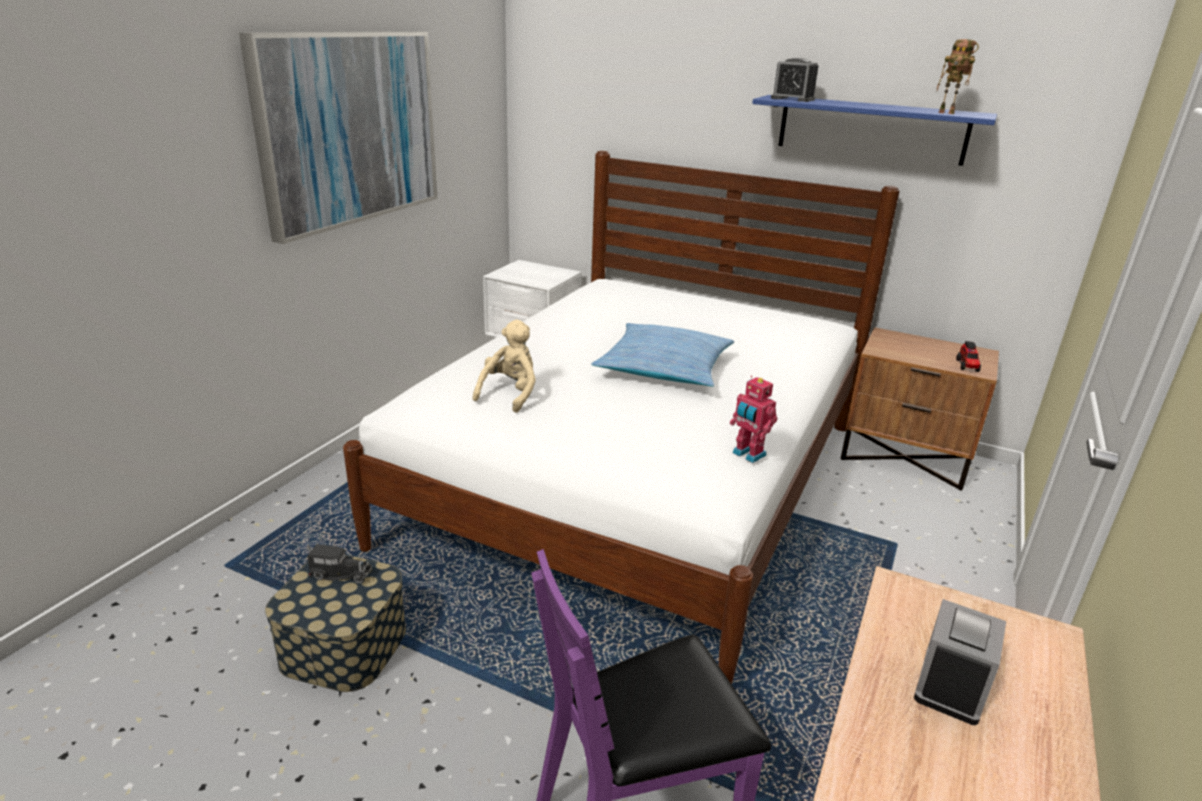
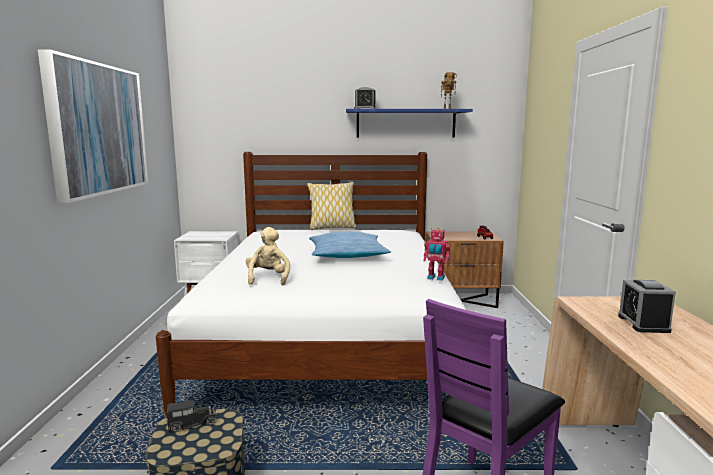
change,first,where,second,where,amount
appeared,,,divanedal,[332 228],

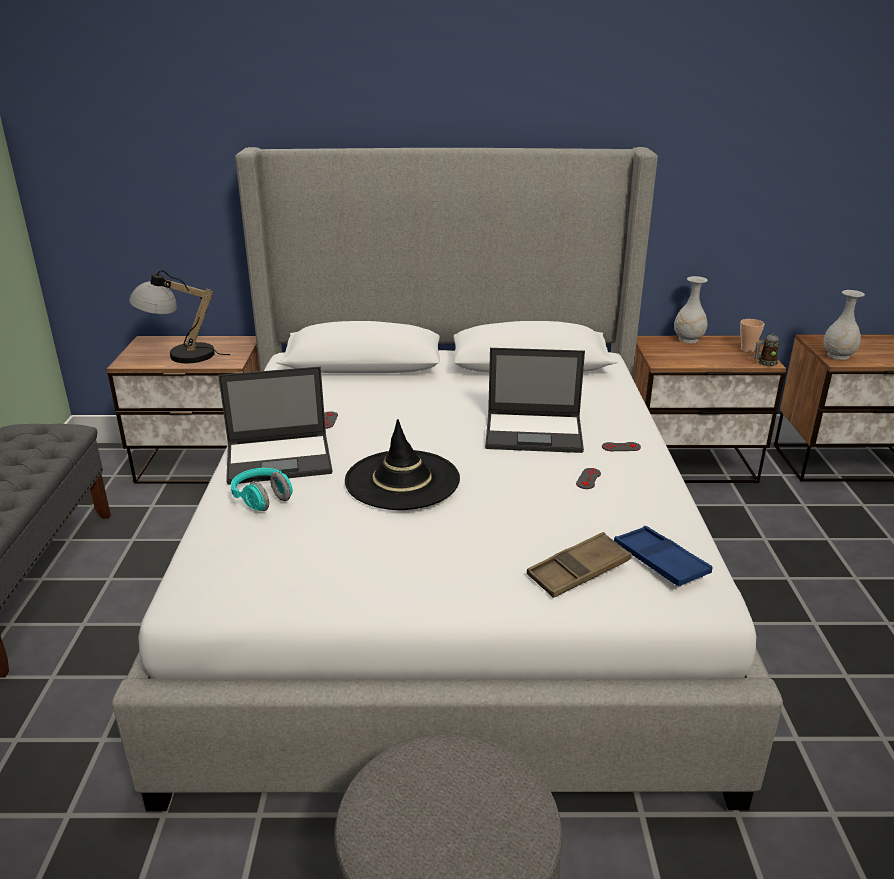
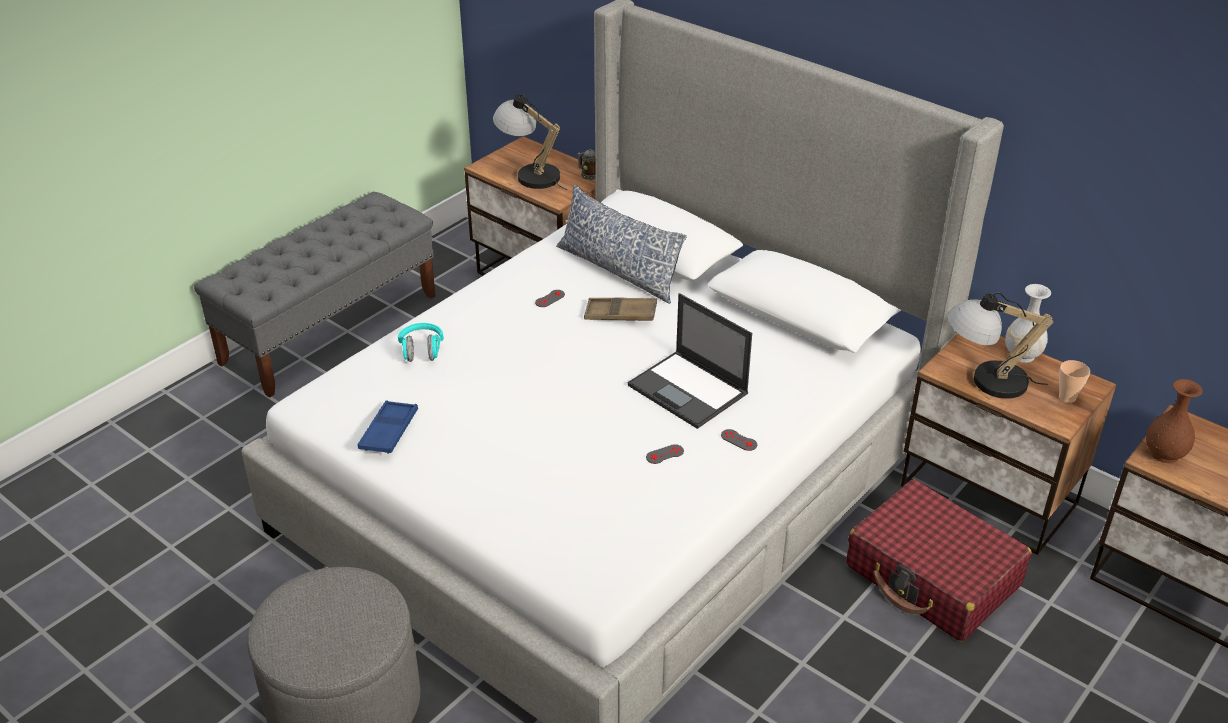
change,first,where,second,where,amount
colour,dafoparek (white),[838 356],dafoparek (brown),[1164 454],
relocated,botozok,[765 363],,[588 175],
missing,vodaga,[280 459],,,
missing,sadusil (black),[402 480],,,
relocated,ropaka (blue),[660 561],,[389 431],
relocated,ropaka (brown),[578 571],,[620 314],
appeared,,,divanedal,[618 270],
appeared,,,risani,[984 381],
appeared,,,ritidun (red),[933 576],

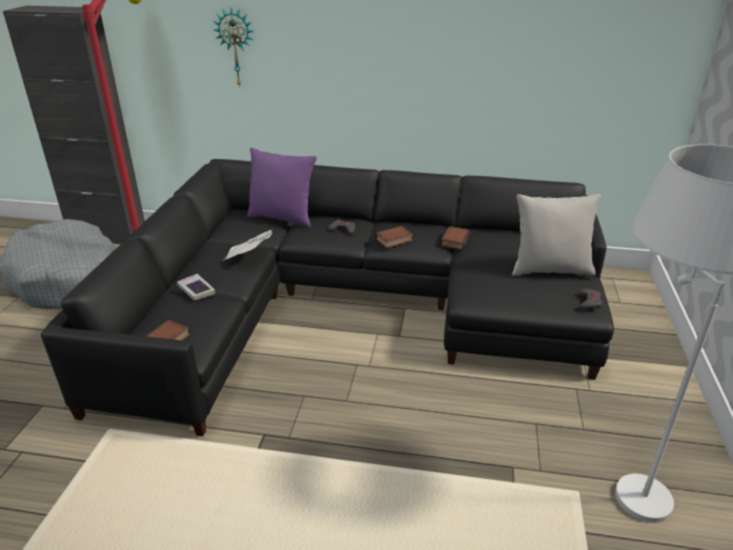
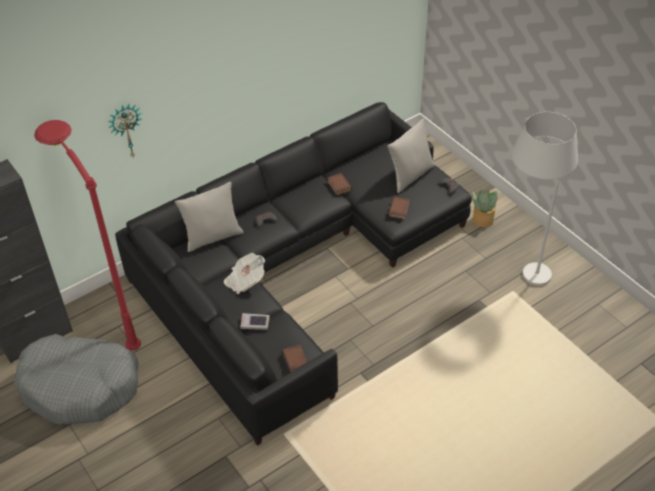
change,first,where,second,where,amount
colour,divanedal (purple),[282 218],divanedal (grey),[212 237],
relocated,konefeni,[394 240],,[399 210],
appeared,,,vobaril,[482 220],

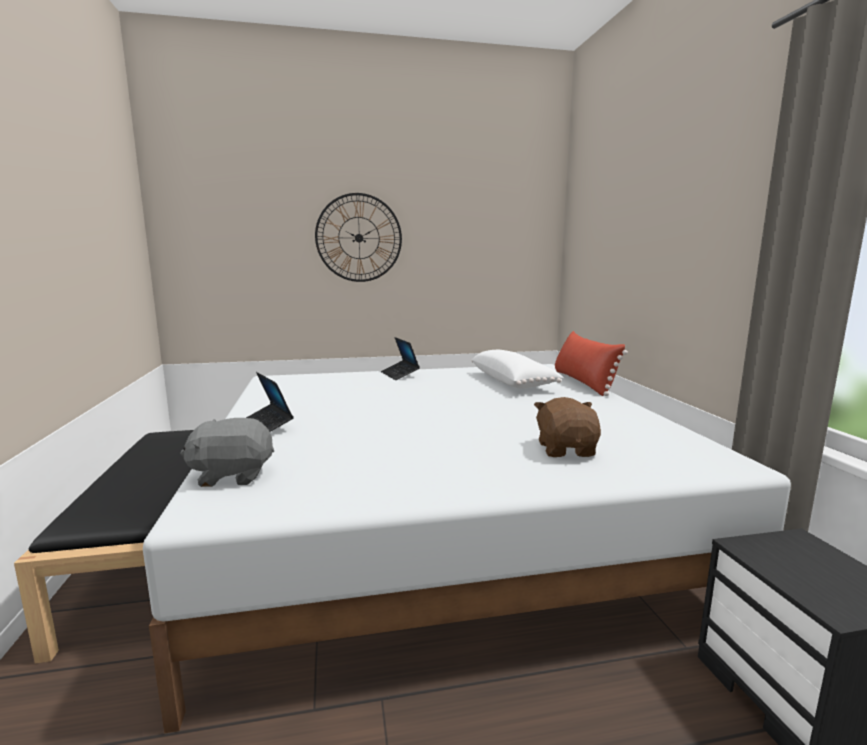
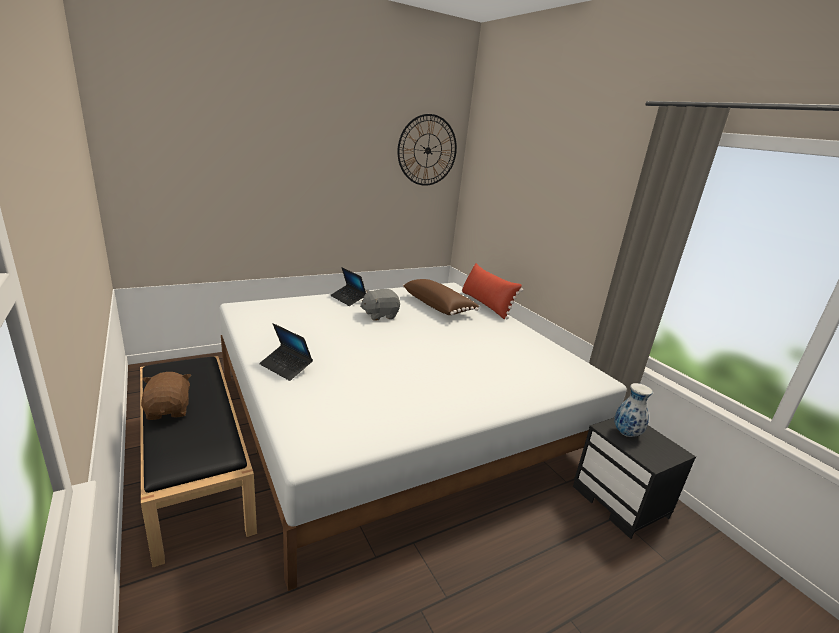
change,first,where,second,where,amount
relocated,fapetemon,[359 238],,[427 150],
colour,divanedal (white),[513 382],divanedal (brown),[438 306],
relocated,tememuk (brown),[566 450],,[169 410],
relocated,tememuk (grey),[232 475],,[379 315],
appeared,,,dafoparek,[627 433],

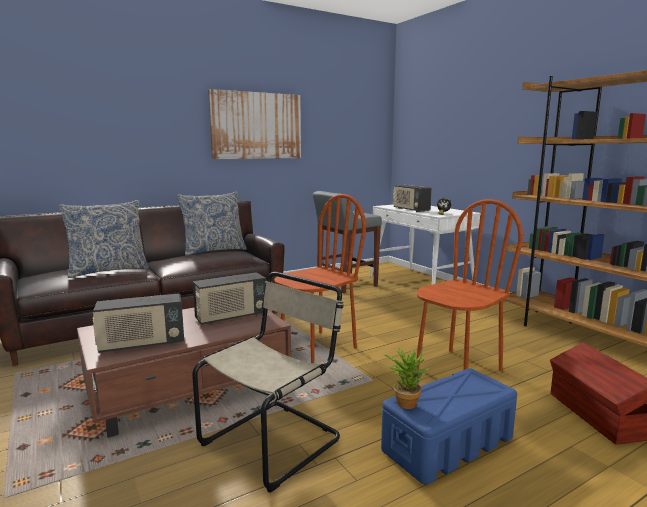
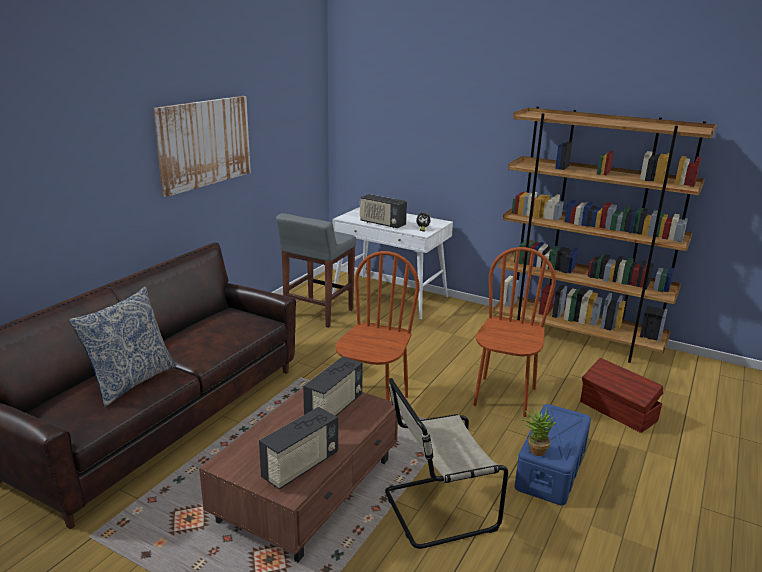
change,first,where,second,where,amount
missing,divanedal,[213 251],,,
spun,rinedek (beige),[275 440],,[435 510],120 degrees counterclockwise

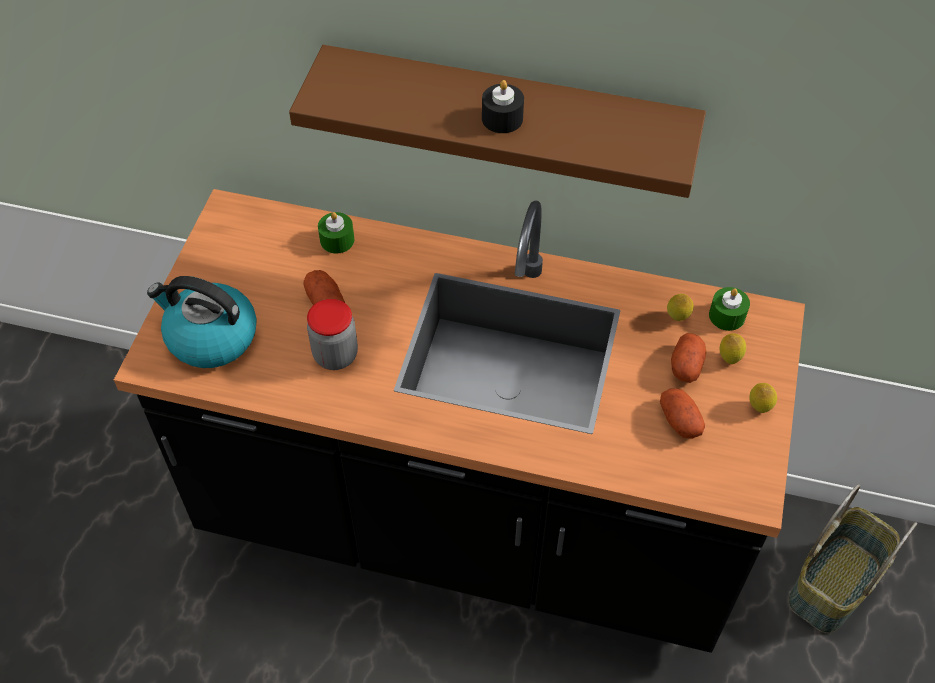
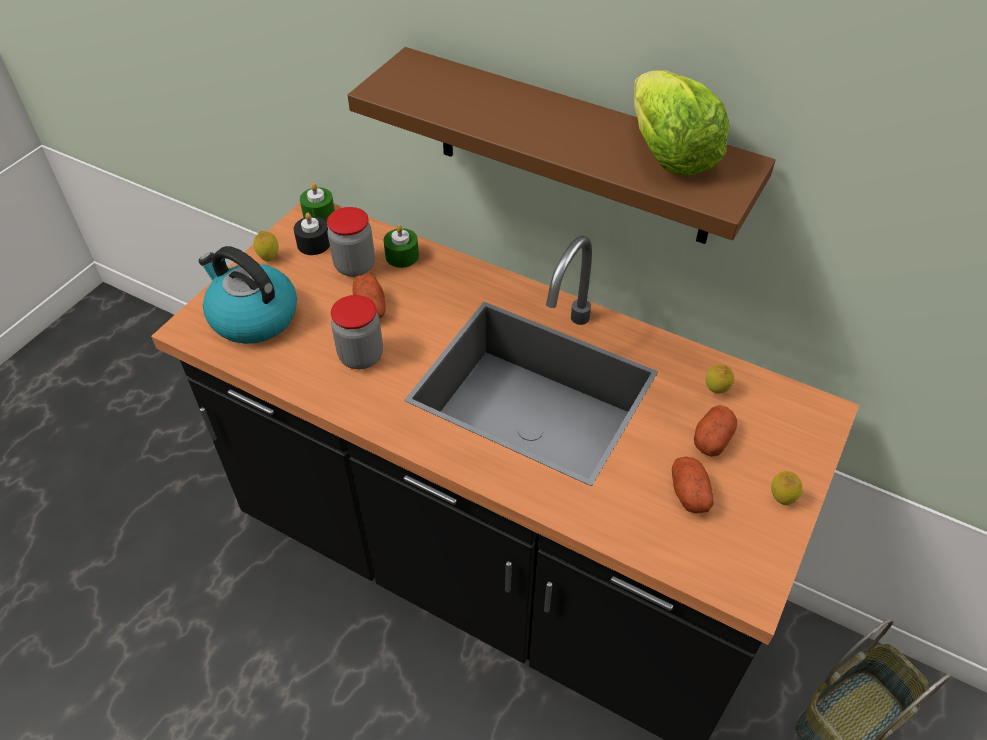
change,first,where,second,where,amount
relocated,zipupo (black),[502 118],,[313 244],
relocated,zipupo (green),[727 316],,[319 214],
relocated,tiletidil,[729 359],,[269 258],
appeared,,,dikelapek,[668 154],
appeared,,,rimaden,[355 266],

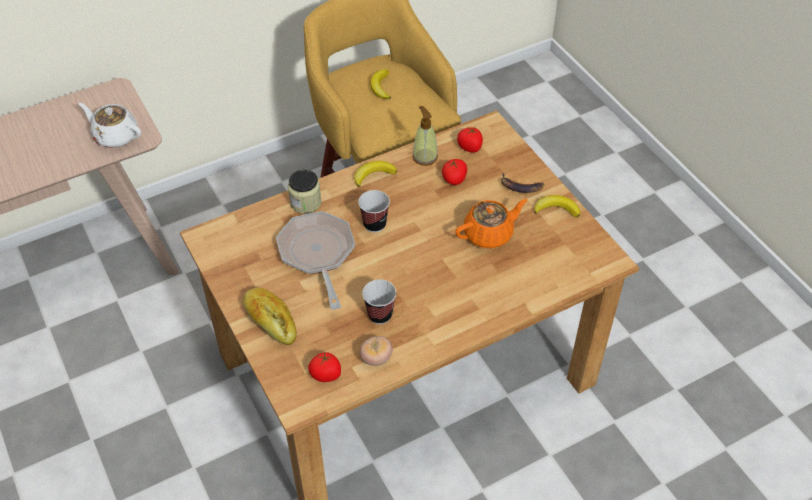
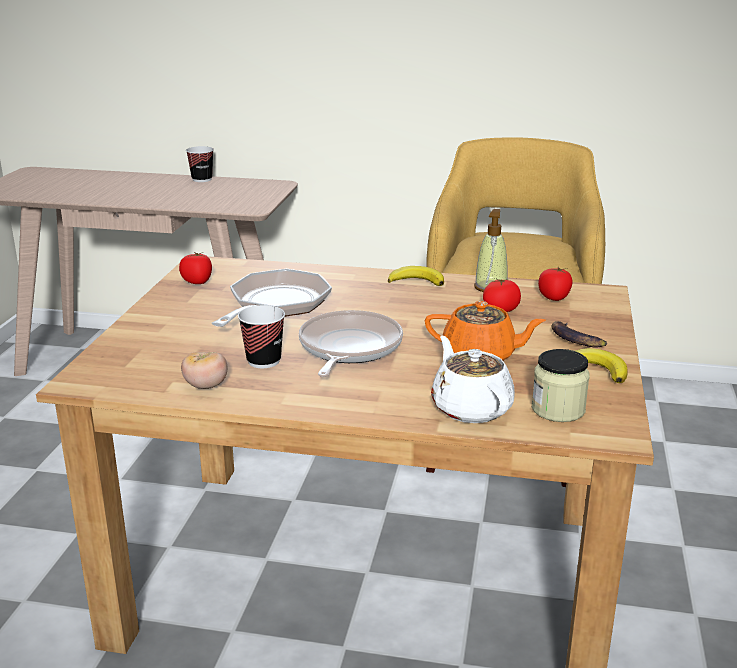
change,first,where,second,where,amount
missing,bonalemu,[381 87],,,
relocated,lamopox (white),[115 136],,[470 408],
relocated,rimaden,[305 202],,[558 409],
relocated,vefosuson,[374 224],,[202 179],
missing,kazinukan,[270 321],,,
relocated,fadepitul,[326 374],,[197 281],
appeared,,,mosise,[348 348],

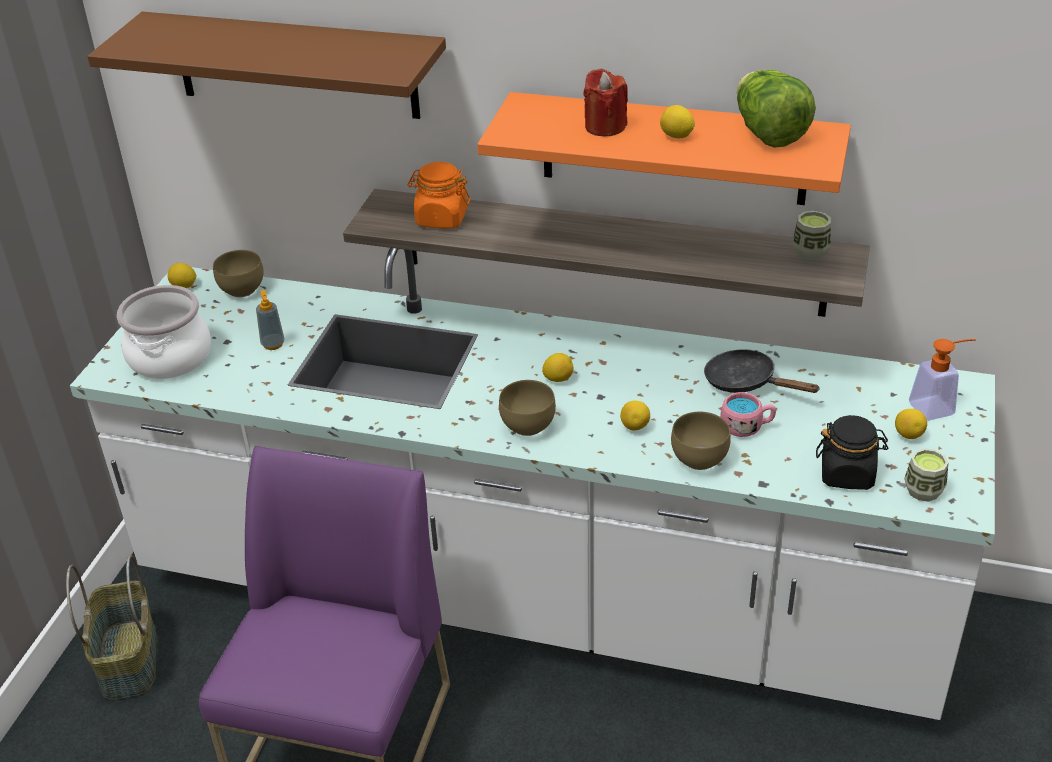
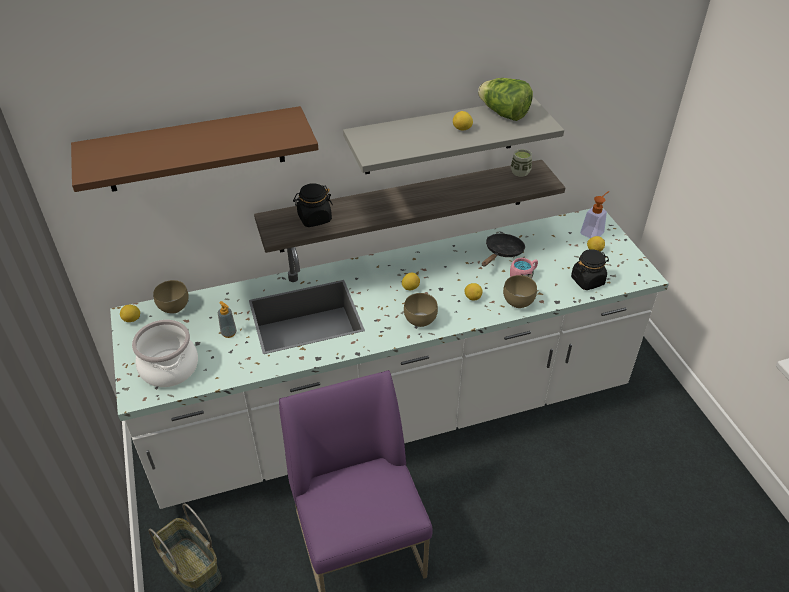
change,first,where,second,where,amount
missing,zipupo (red),[605 127],,,
colour,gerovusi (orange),[673 149],gerovusi (grey),[440 136],
colour,rimaden (orange),[441 218],rimaden (black),[314 218],
spun,mosise (black),[746 383],,[502 253],120 degrees clockwise
missing,vefosuson,[923 490],,,

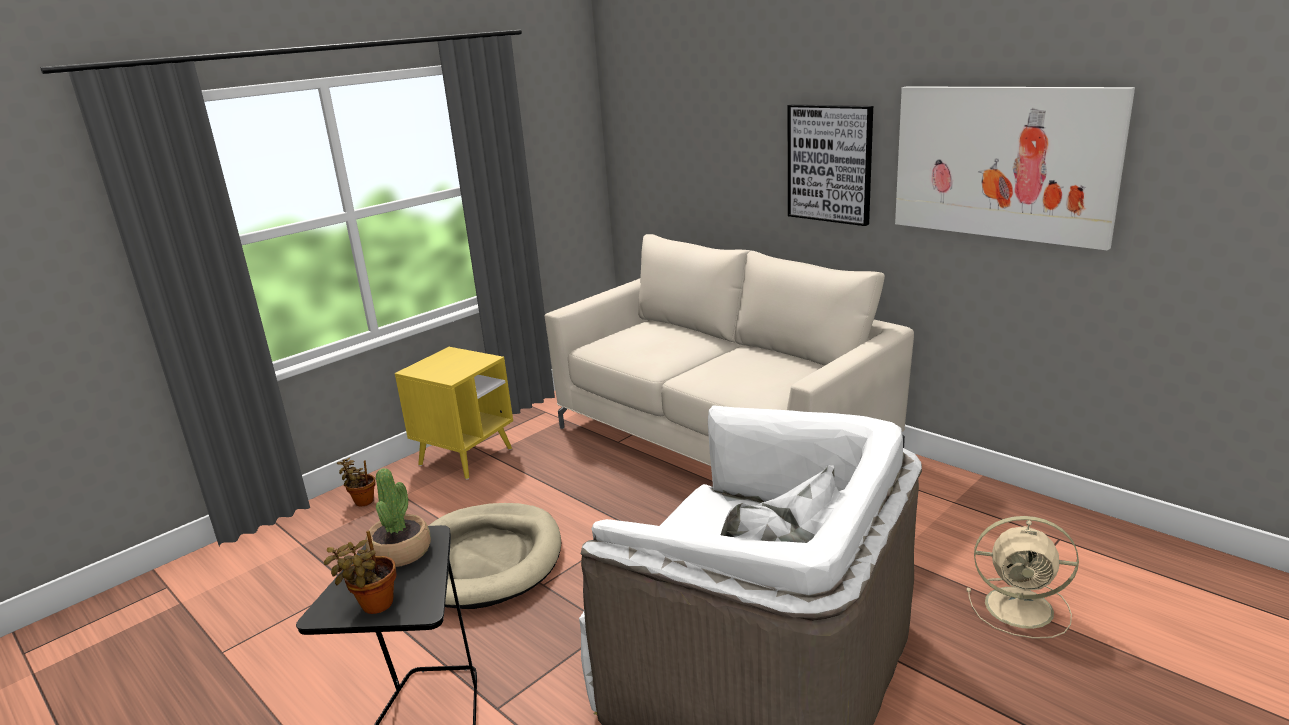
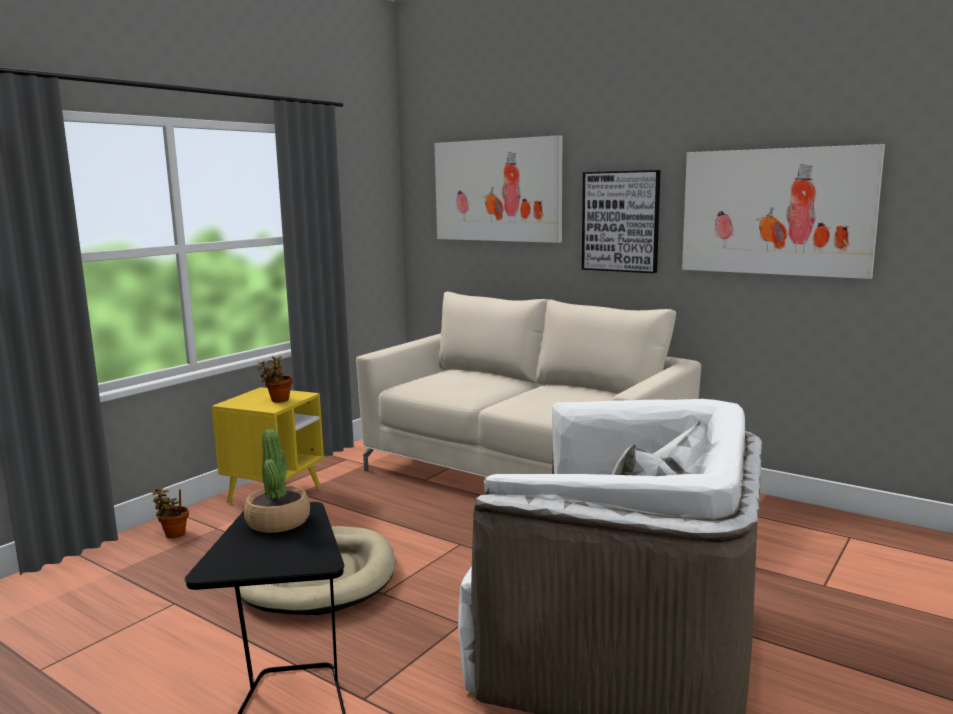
change,first,where,second,where,amount
missing,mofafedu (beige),[1022 608],,,
relocated,vobaril,[373 606],,[278 400],
appeared,,,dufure,[497 190],

